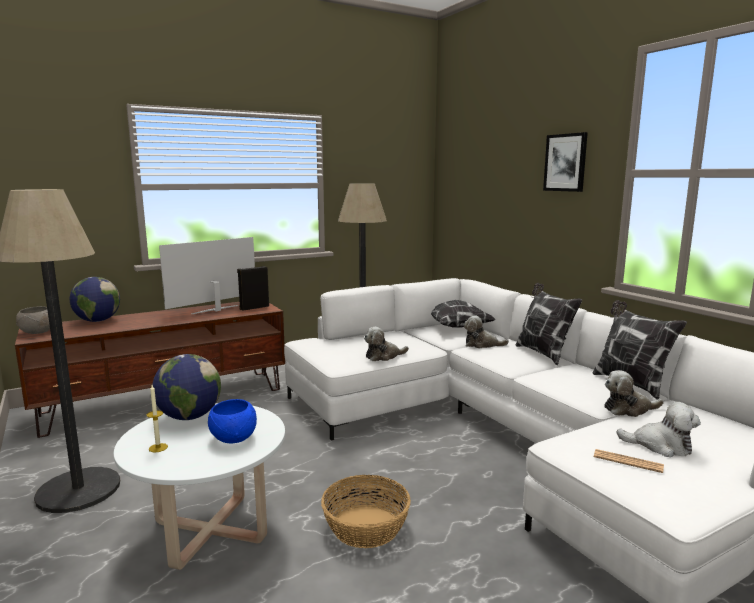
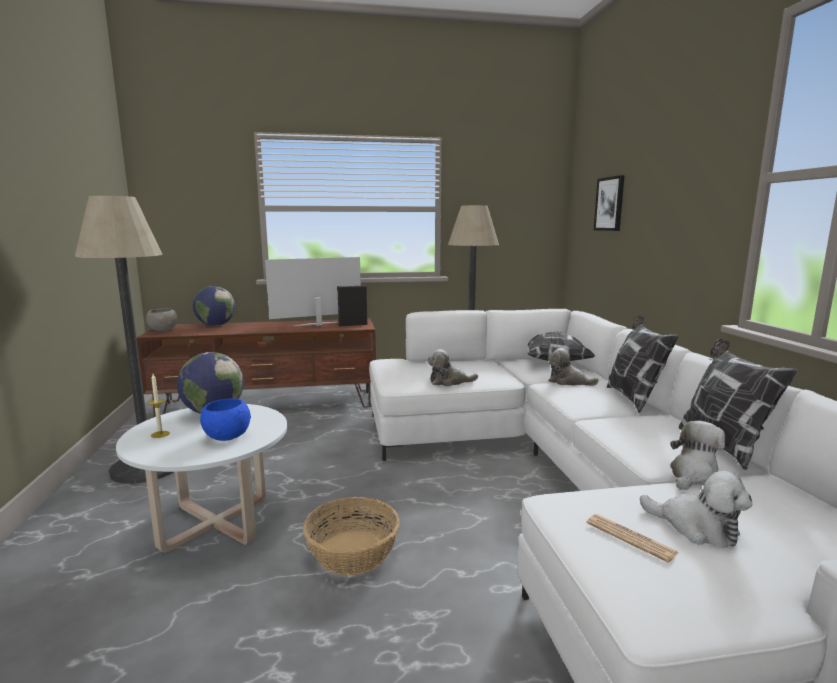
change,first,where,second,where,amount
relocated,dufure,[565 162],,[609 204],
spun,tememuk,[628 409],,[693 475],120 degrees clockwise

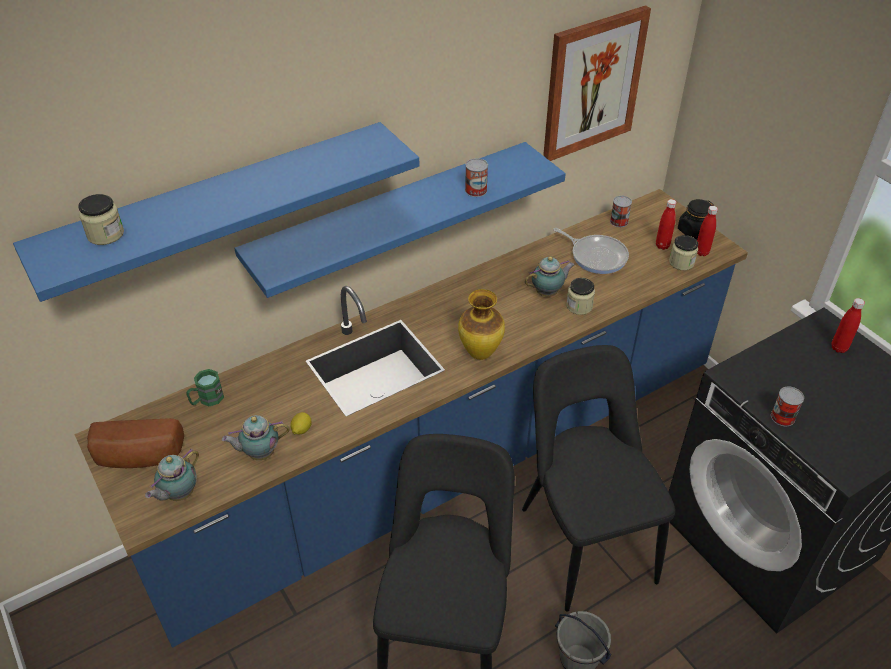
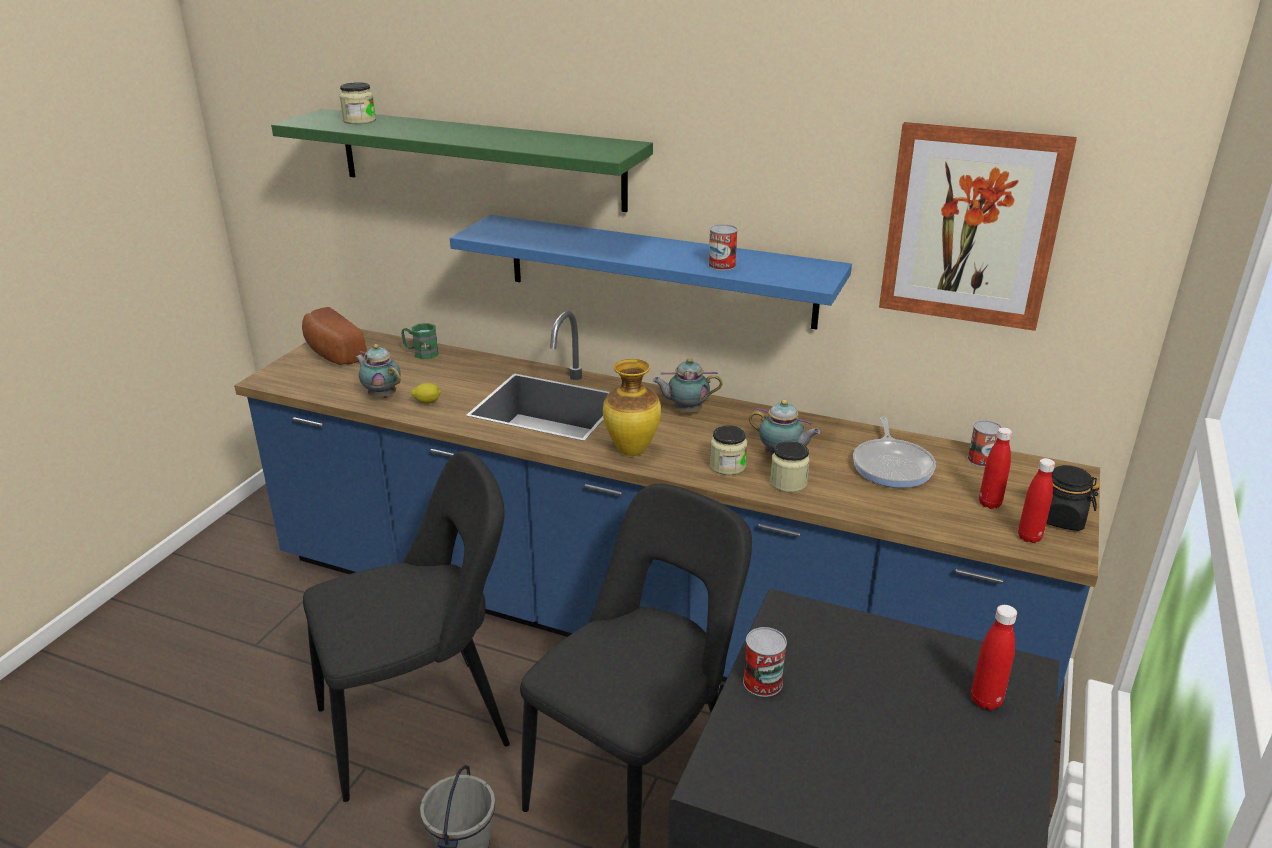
change,first,where,second,where,amount
colour,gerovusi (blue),[217 206],gerovusi (green),[479 159],
relocated,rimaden,[681 262],,[727 466],
relocated,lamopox,[179 494],,[685 411],

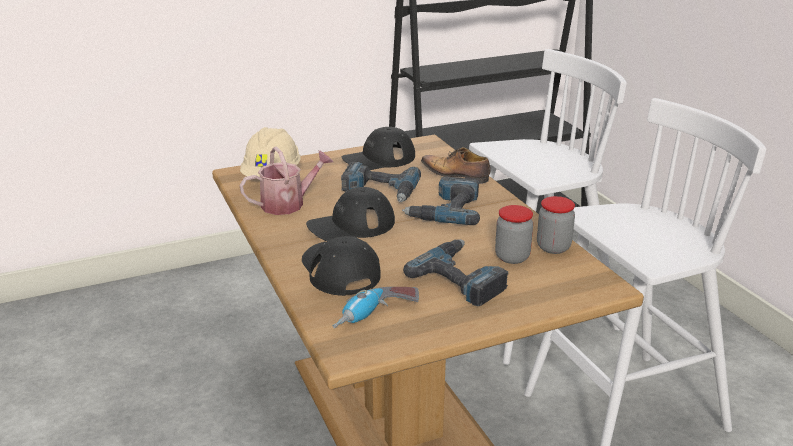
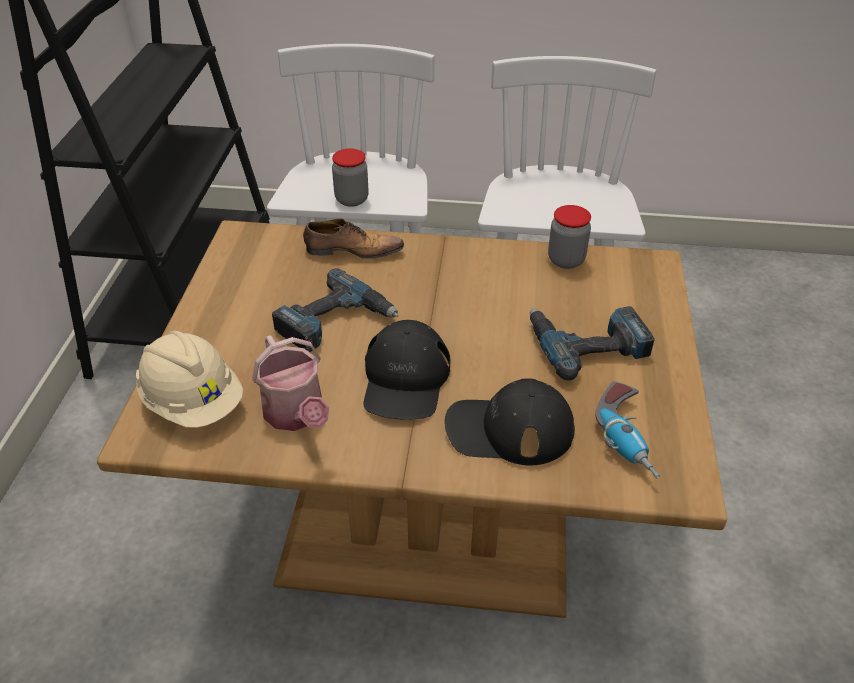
change,first,where,second,where,amount
missing,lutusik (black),[378 159],,,
spun,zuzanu,[288 204],,[297 415],150 degrees clockwise
spun,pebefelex,[455 175],,[352 251],150 degrees counterclockwise
missing,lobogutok,[445 210],,,
relocated,rimaden,[512 257],,[351 199],

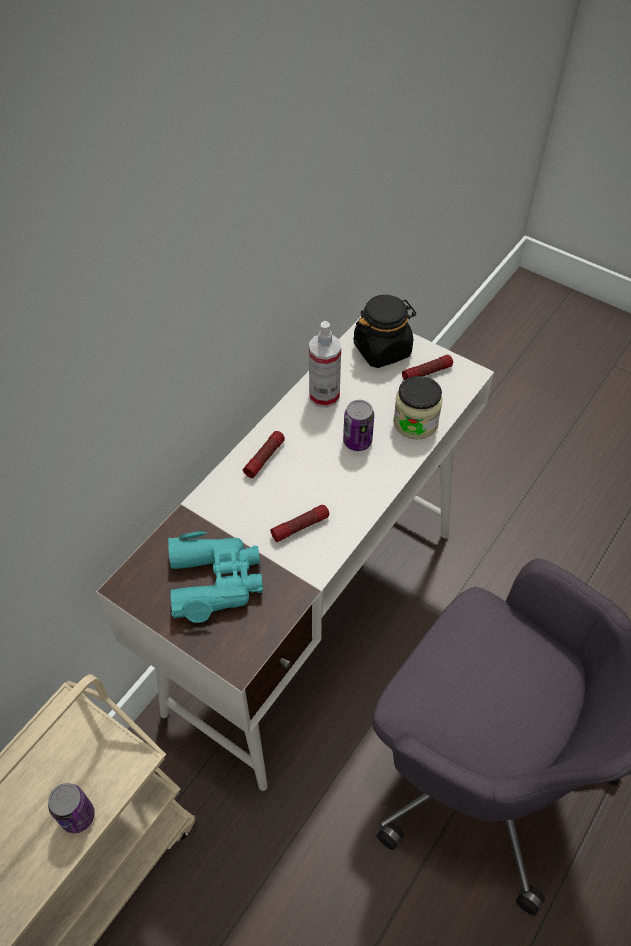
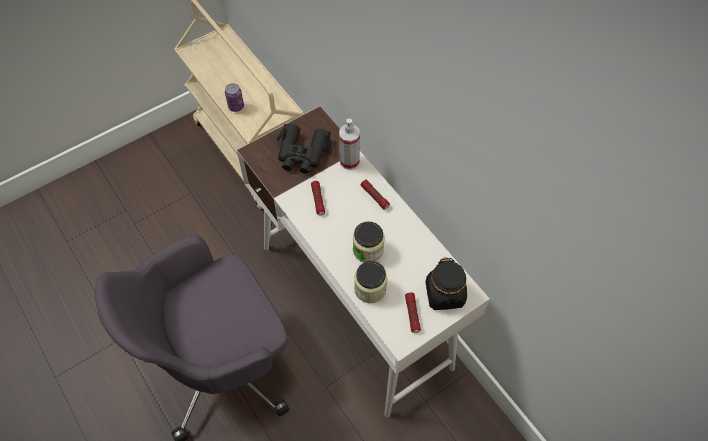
change,first,where,second,where,amount
relocated,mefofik,[324 396],,[349 161],
exchanged,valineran,[357 441],rimaden,[368 250],
colour,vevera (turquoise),[216 580],vevera (black),[302 154],

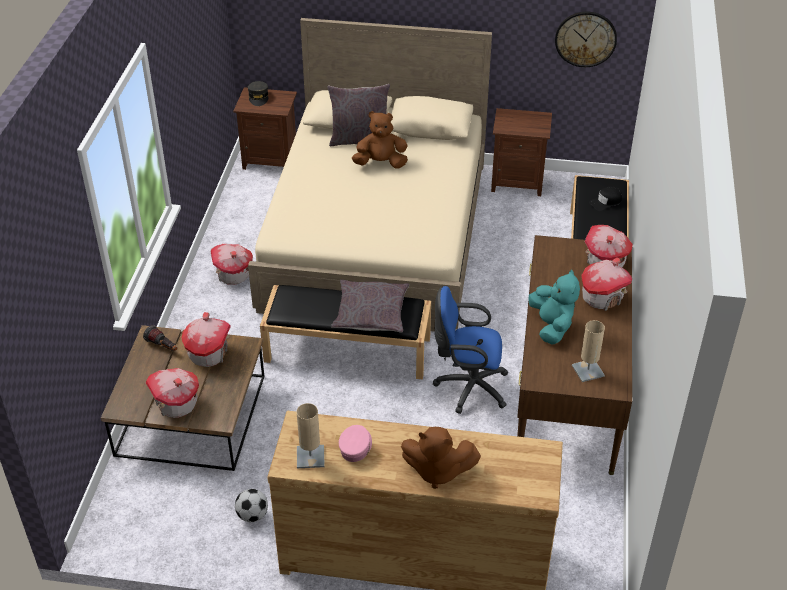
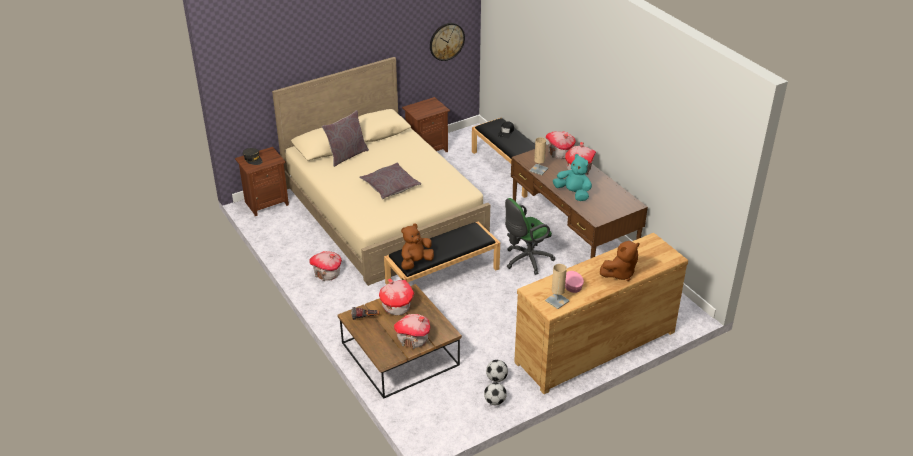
change,first,where,second,where,amount
relocated,tememuk (brown),[380 163],,[416 262],
relocated,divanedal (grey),[371 313],,[390 186],
colour,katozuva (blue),[468 387],katozuva (green),[526 260],
relocated,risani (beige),[588 371],,[539 170],
appeared,,,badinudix,[494 401],

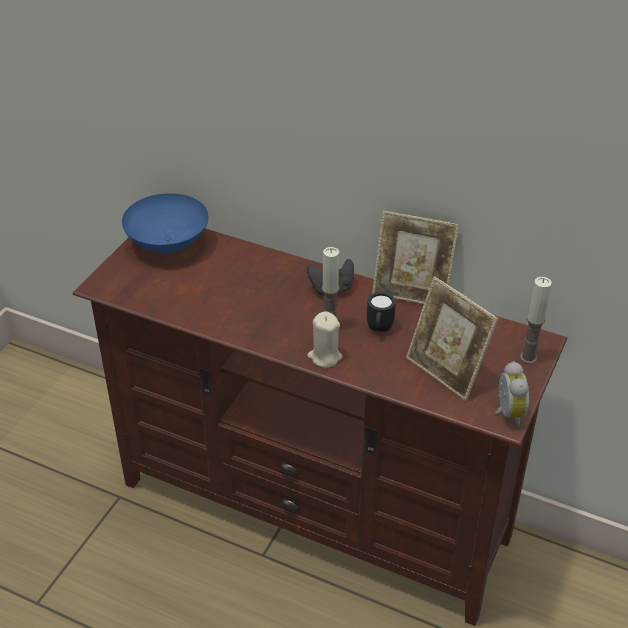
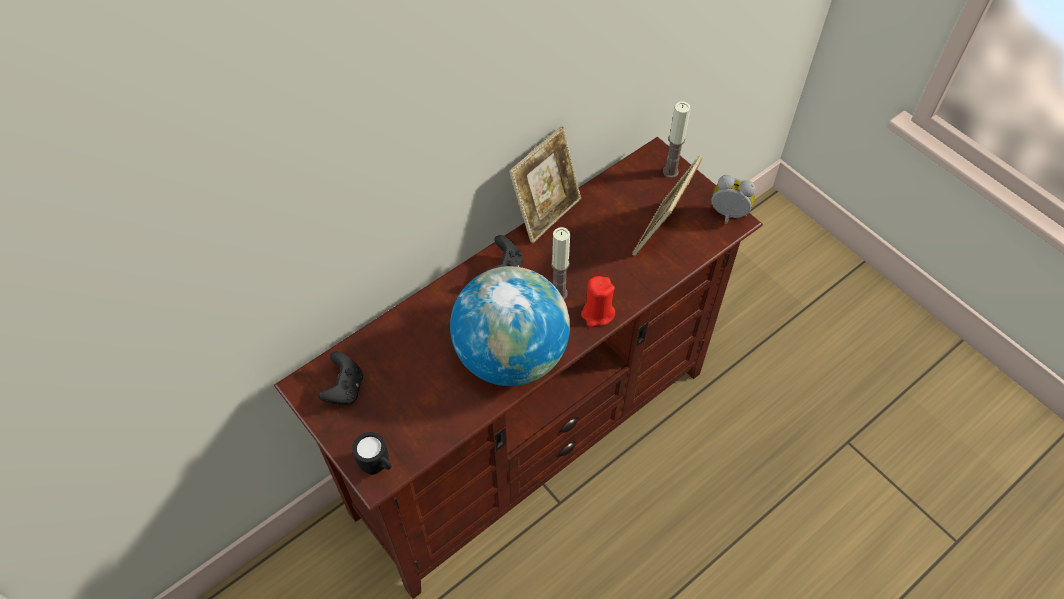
change,first,where,second,where,amount
exchanged,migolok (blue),[167 244],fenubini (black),[345 388],
spun,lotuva,[446 372],,[661 234],135 degrees clockwise
relocated,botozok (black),[379 330],,[378 466],
colour,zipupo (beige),[324 357],zipupo (red),[597 314],
appeared,,,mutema,[511 355],

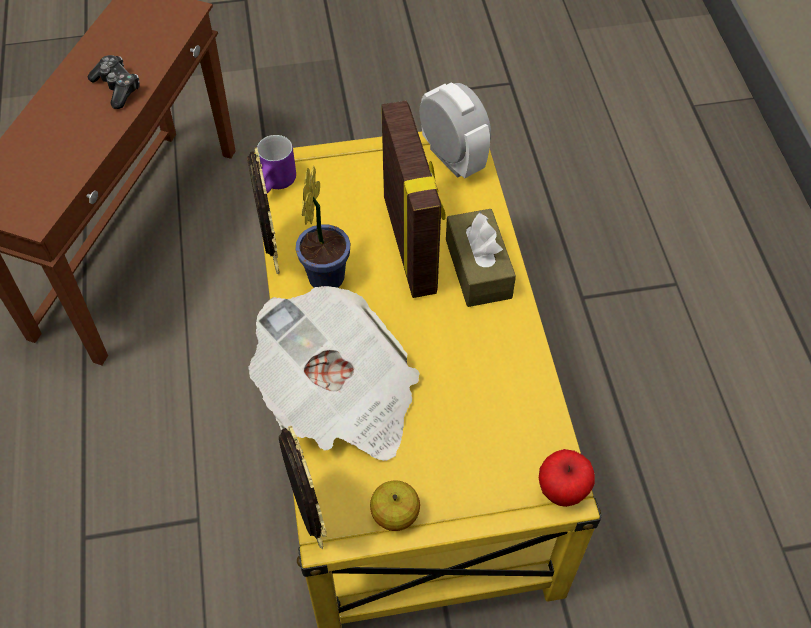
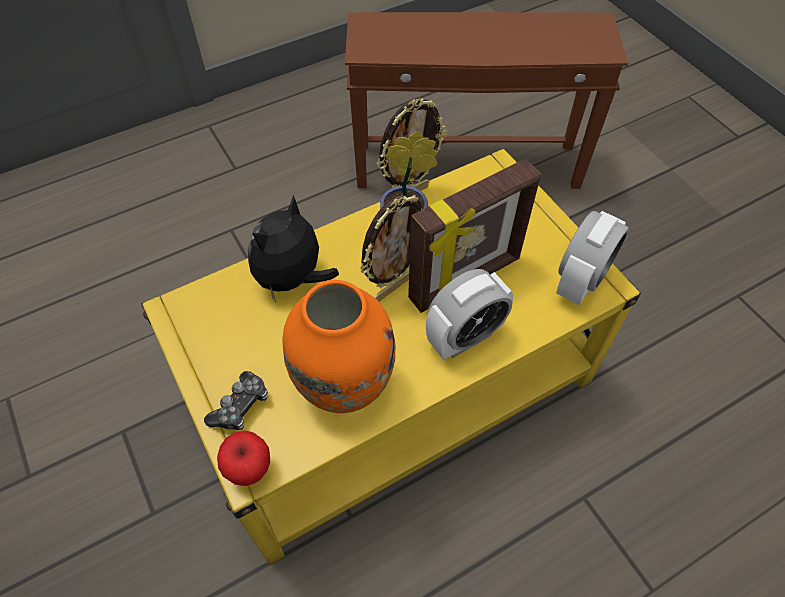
change,first,where,second,where,amount
relocated,fenubini,[117 87],,[241 407],
missing,botozok (purple),[278 185],,,
exchanged,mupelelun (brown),[478 268],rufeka,[464 337],
exchanged,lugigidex,[341 398],tememuk,[292 279],
relocated,lotuva,[309 521],,[393 286],
missing,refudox,[395 514],,,
appeared,,,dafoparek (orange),[343 383],

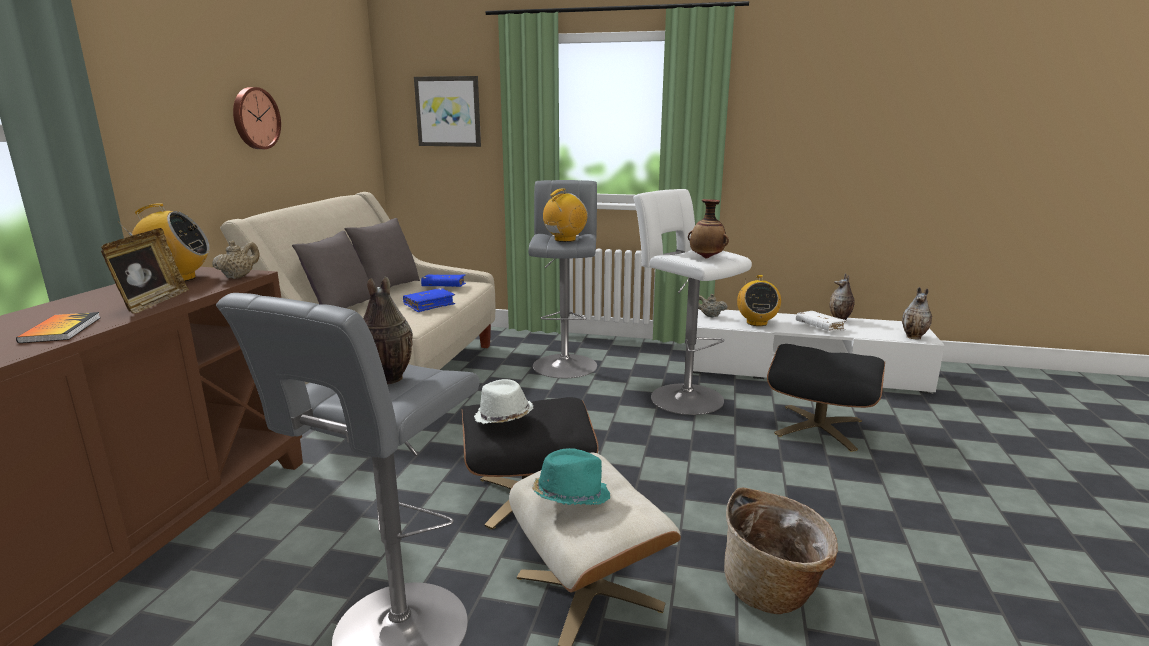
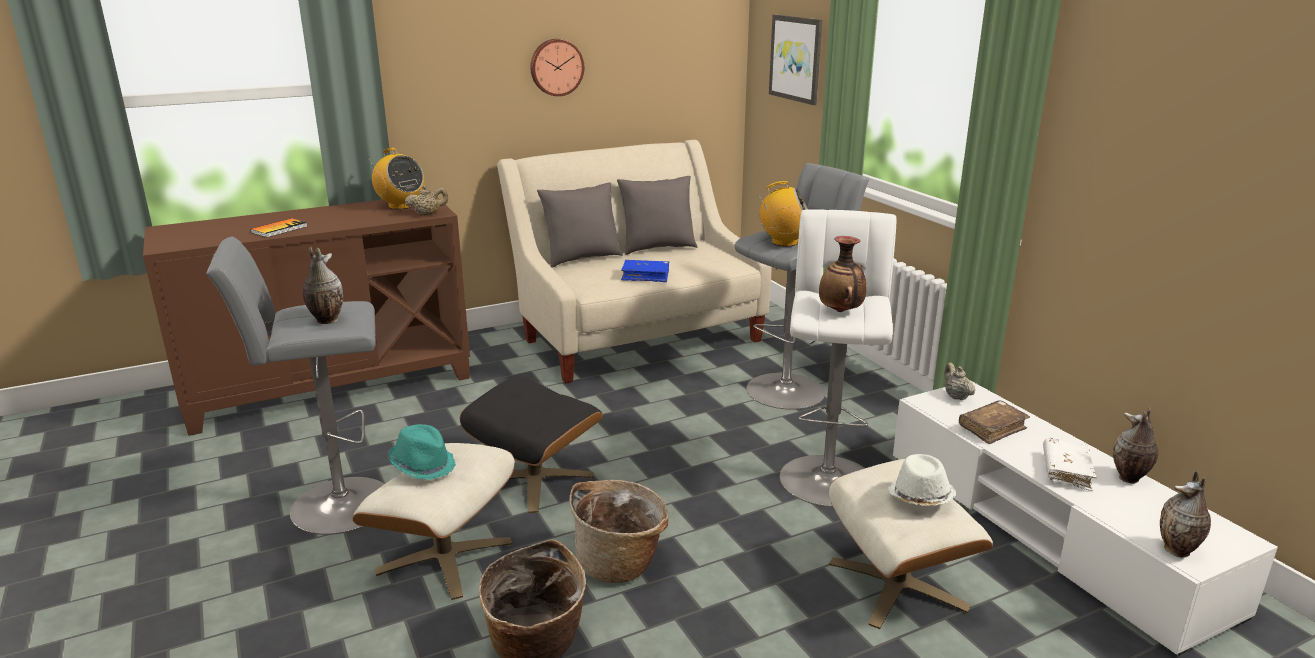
change,first,where,second,where,amount
missing,lotuva,[152 303],,,
missing,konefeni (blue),[443 287],,,
exchanged,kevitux,[756 323],konefeni (brown),[992 428],
colour,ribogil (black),[819 427],ribogil (beige),[898 585],
relocated,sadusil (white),[503 417],,[920 497],
appeared,,,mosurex,[620 563],

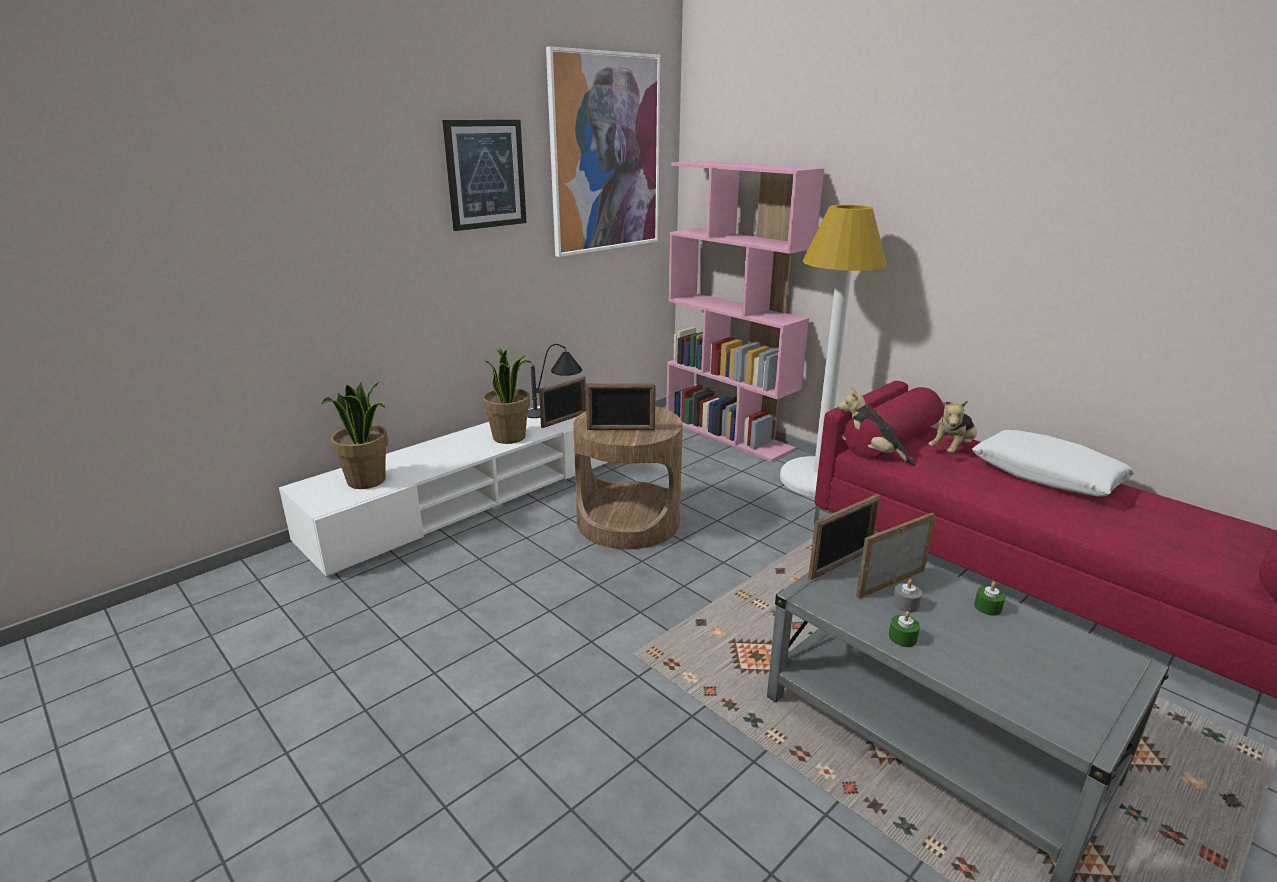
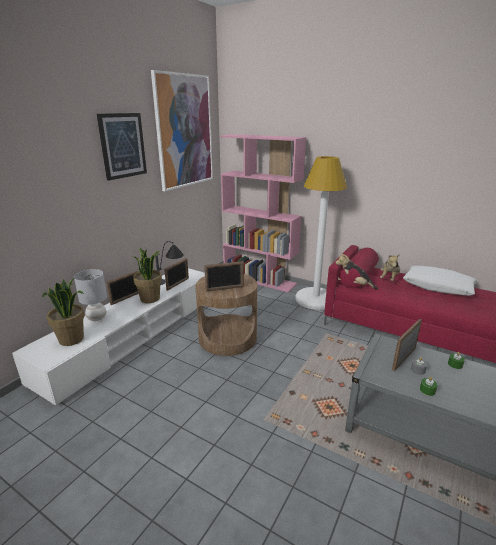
change,first,where,second,where,amount
relocated,lotuva,[841 564],,[126 298],
appeared,,,risani (grey),[97 318],

